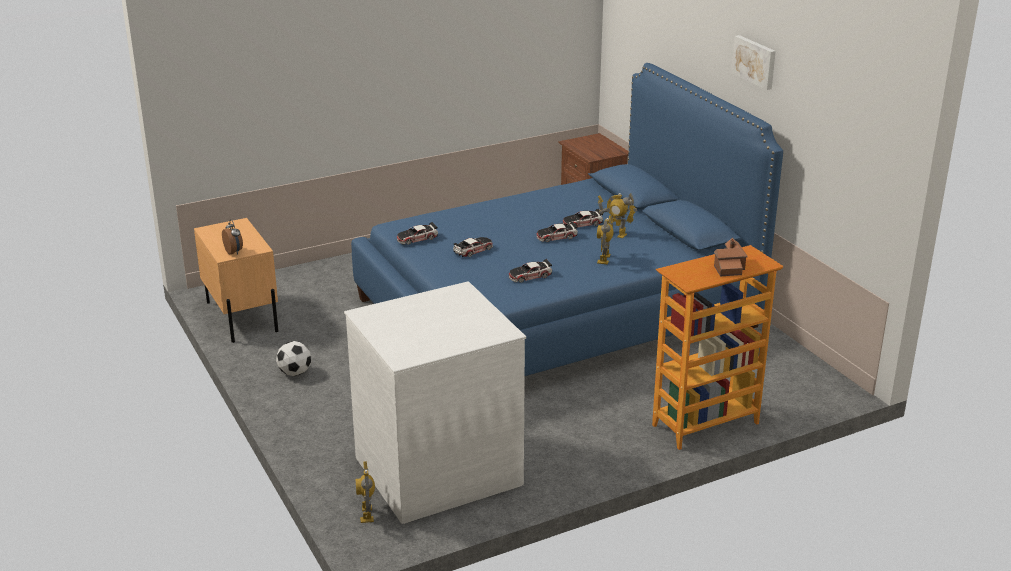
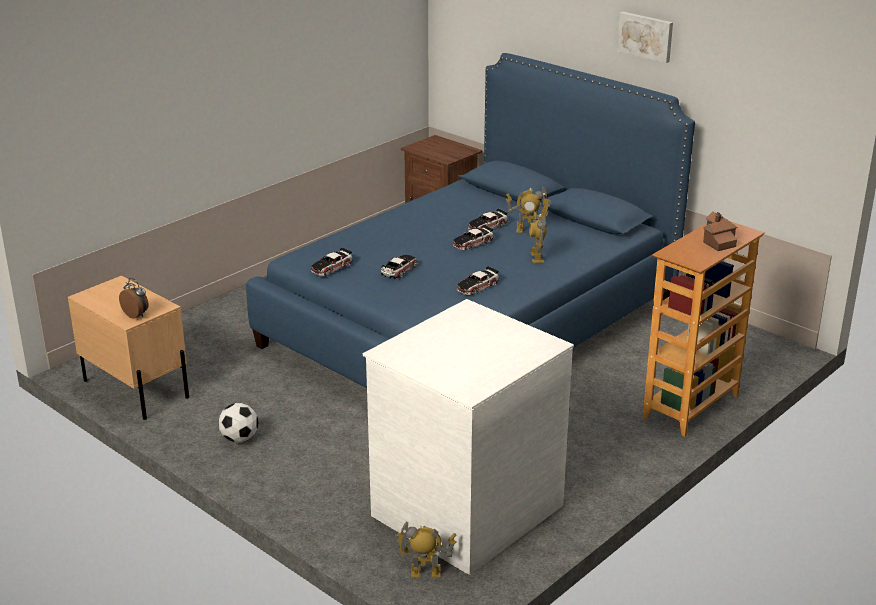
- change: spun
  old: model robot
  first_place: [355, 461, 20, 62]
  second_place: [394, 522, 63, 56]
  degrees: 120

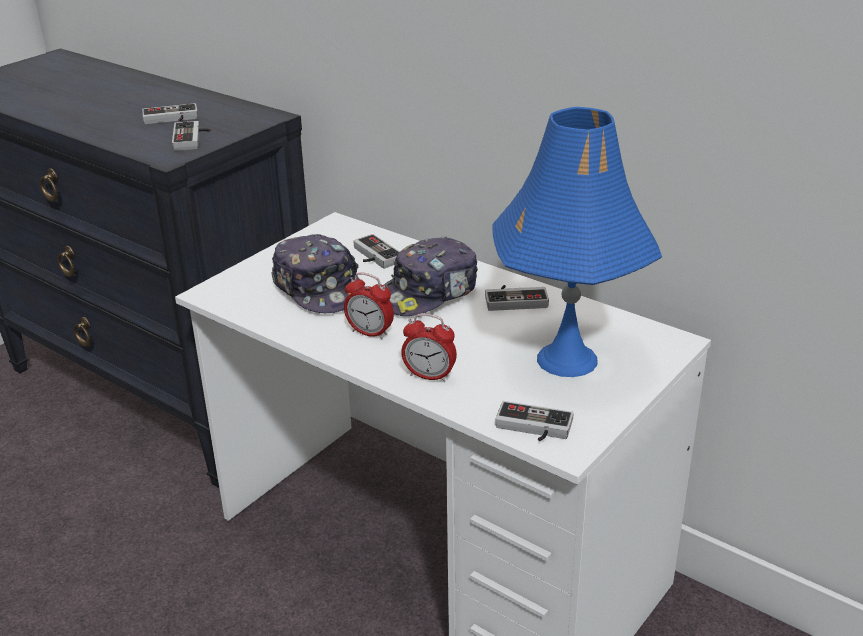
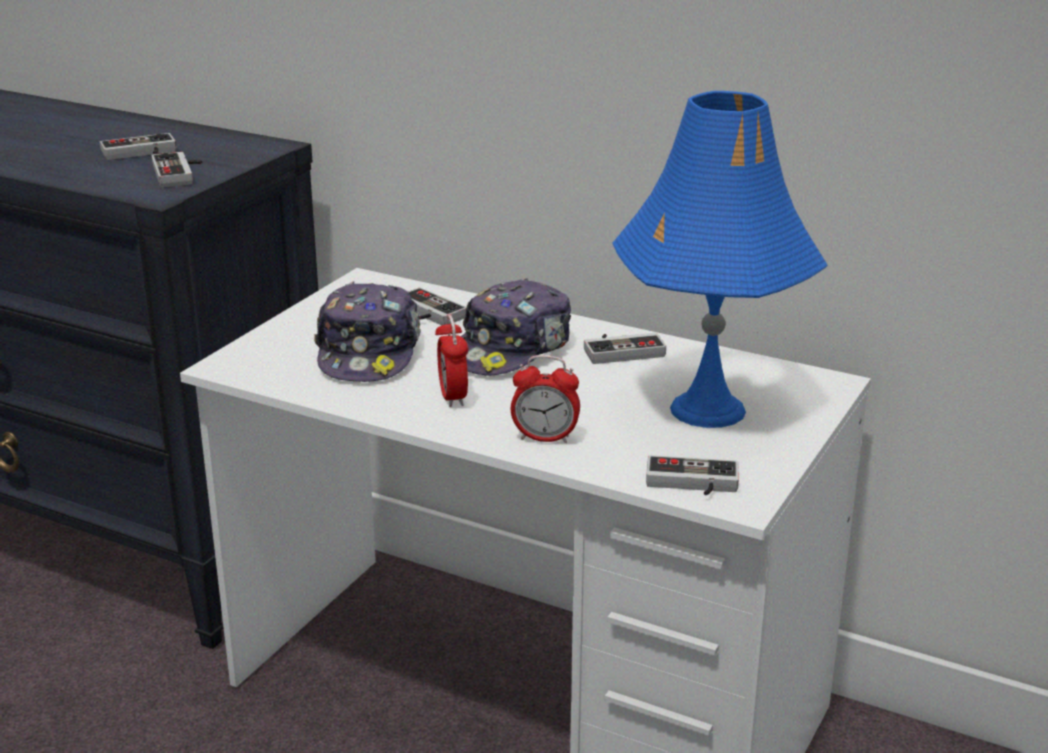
- change: spun
  old: cap
  first_place: [271, 234, 88, 79]
  second_place: [314, 281, 107, 101]
  degrees: 45
- change: spun
  old: bedside clock
  first_place: [344, 272, 50, 67]
  second_place: [435, 314, 34, 93]
  degrees: 60

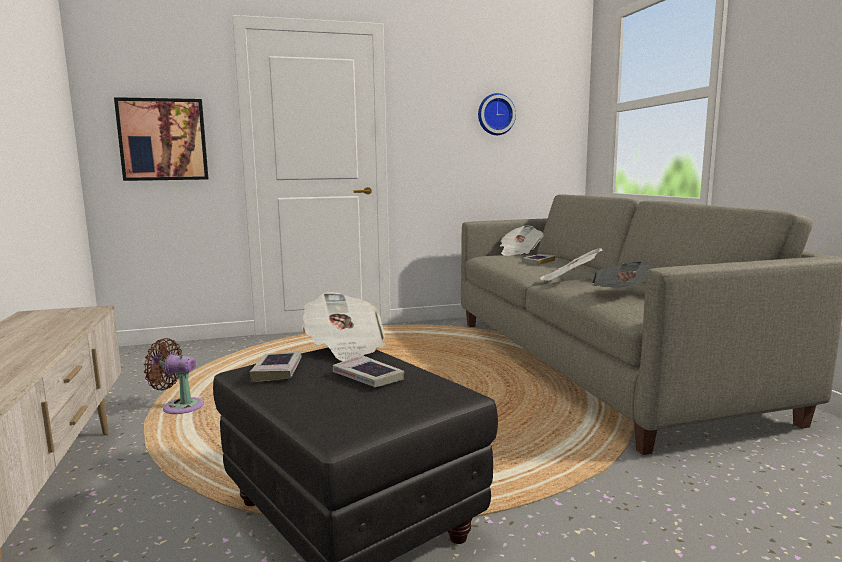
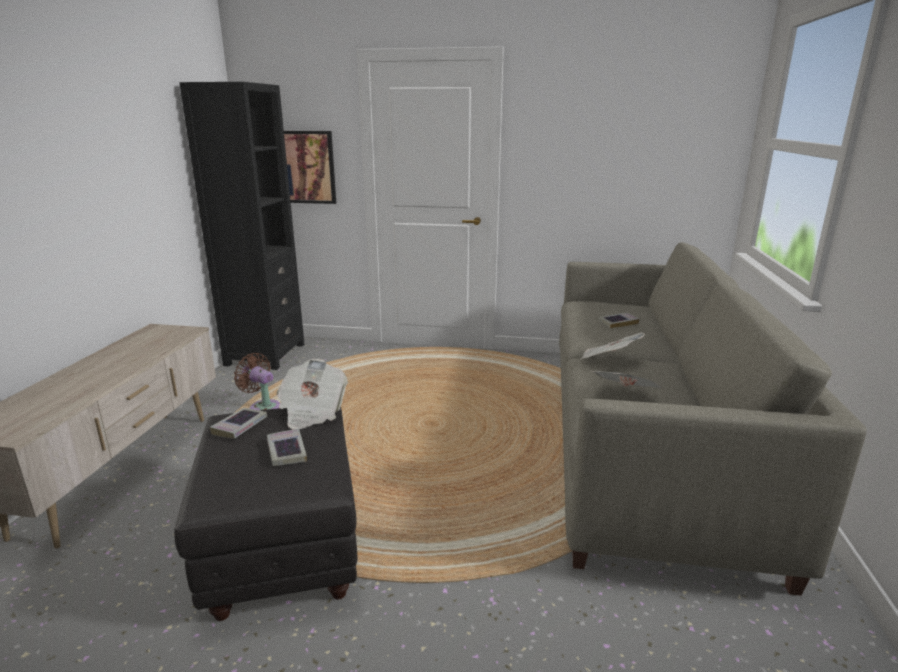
- change: missing
  old: hanging clock
  first_place: [478, 93, 38, 42]
- change: missing
  old: daily paper
  first_place: [500, 225, 44, 31]
- change: appeared
  new: black-coloured bookshelf
  second_place: [180, 82, 124, 288]

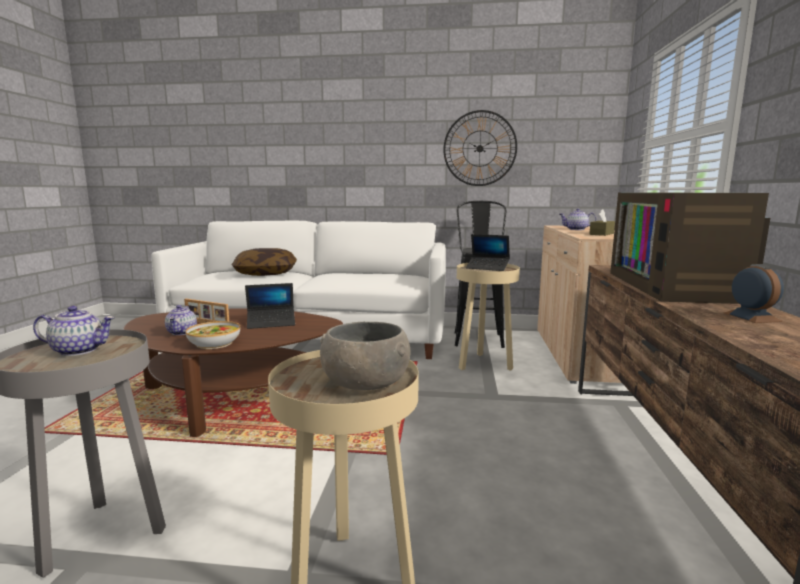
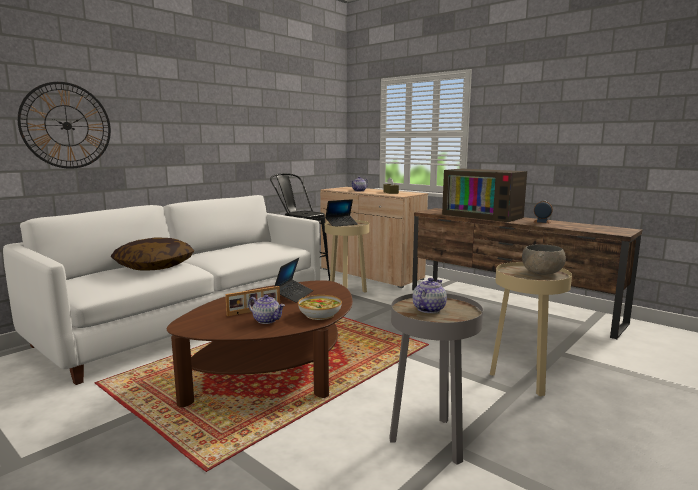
- change: relocated
  old: hanging clock
  first_place: [443, 110, 74, 76]
  second_place: [18, 82, 93, 87]

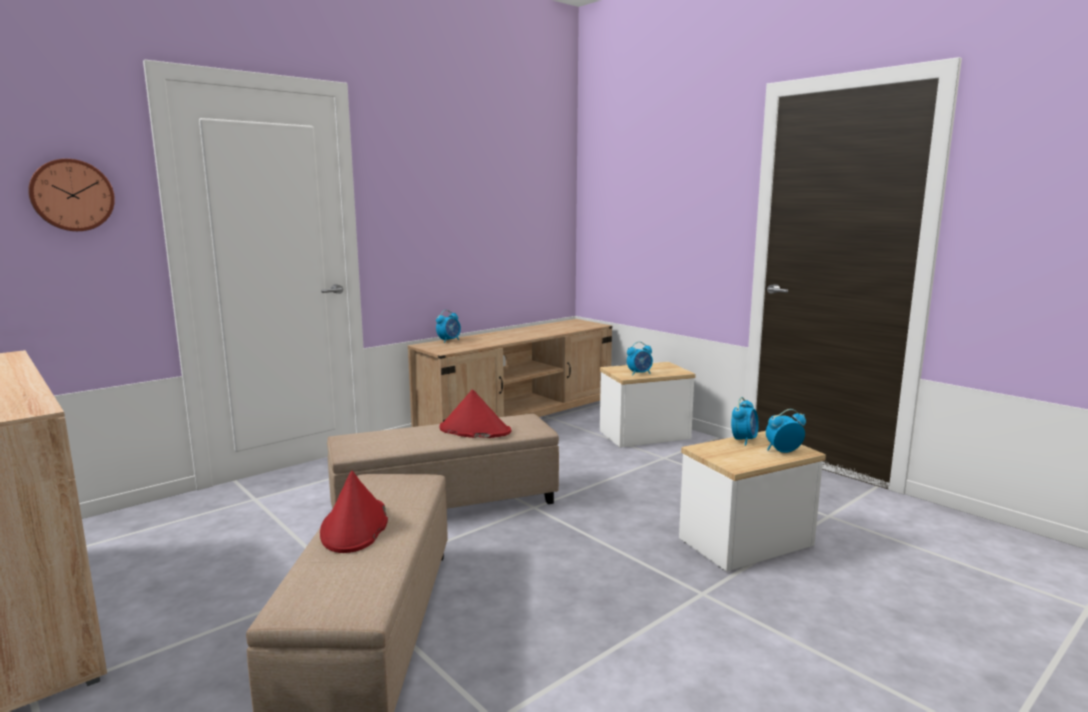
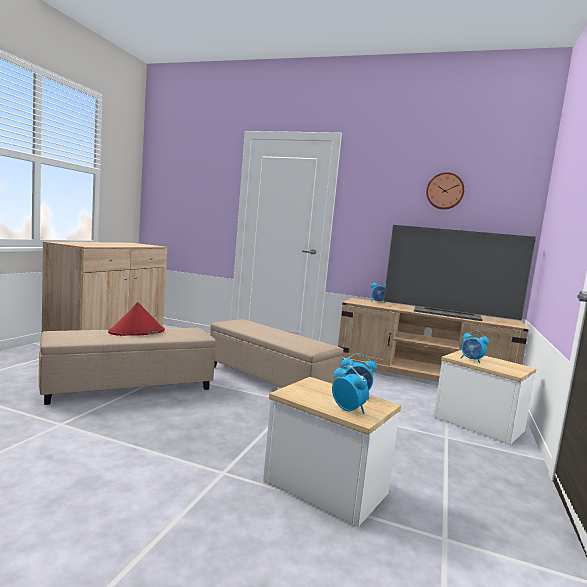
- change: relocated
  old: hanging clock
  first_place: [28, 159, 87, 72]
  second_place: [426, 172, 38, 37]
- change: missing
  old: reddish hat
  first_place: [440, 389, 71, 49]
- change: appeared
  new: TV
  second_place: [383, 225, 153, 96]

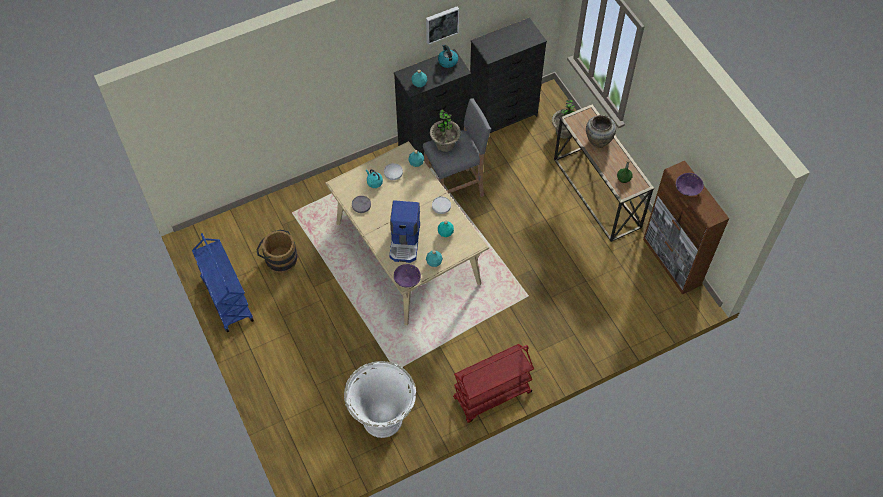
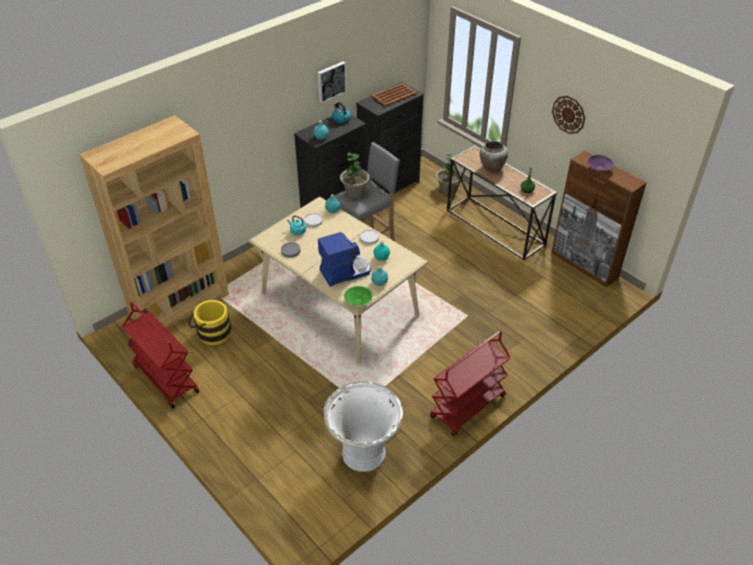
- change: spun
  old: coffee brewer
  first_place: [389, 200, 31, 63]
  second_place: [318, 232, 53, 55]
  degrees: -105
- change: colour
  old: brown water bucket
  new: yellow water bucket
  first_place: [257, 230, 41, 43]
  second_place: [188, 300, 43, 45]
- change: colour
  old: blue wheeled cart
  new: reddish wheeled cart
  first_place: [192, 233, 62, 99]
  second_place: [122, 302, 77, 106]
- change: colour
  old: purple-coloured deep dish
  new: green deep dish
  first_place: [394, 264, 27, 23]
  second_place: [344, 286, 29, 20]
- change: appeared
  new: brown serving tray
  second_place: [371, 83, 46, 24]
- change: appeared
  new: hanging clock
  second_place: [552, 96, 33, 38]
- change: appeared
  new: brown bookshelf
  second_place: [79, 115, 150, 214]

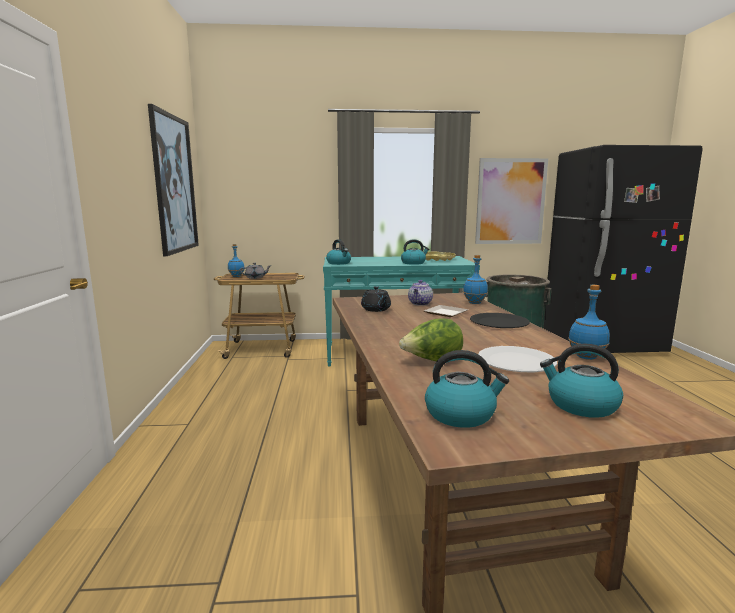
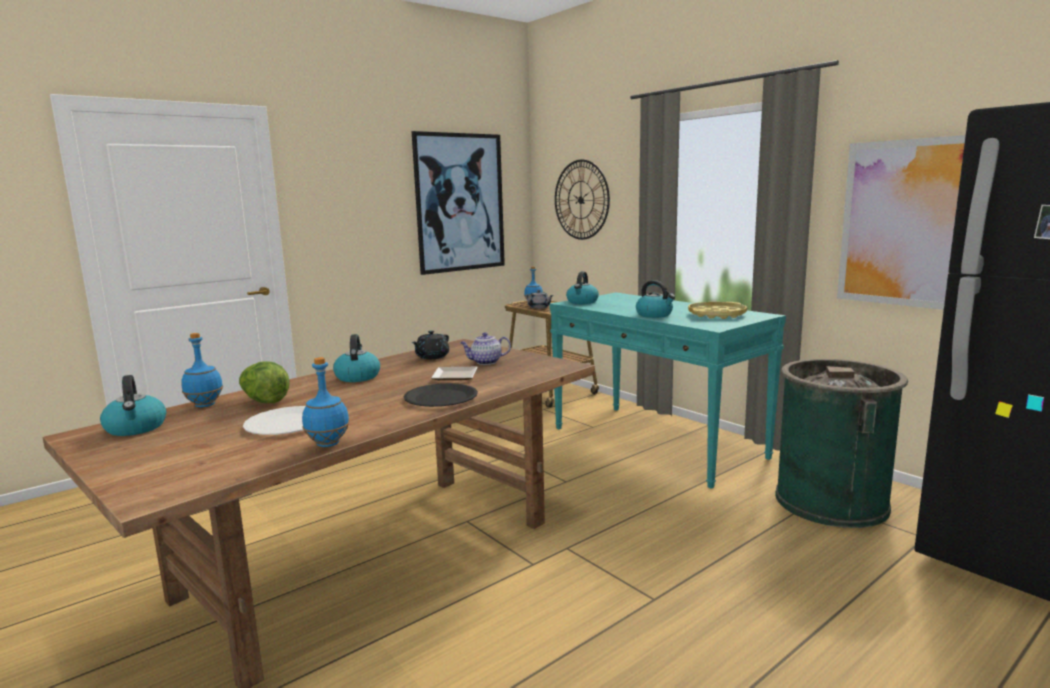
- change: relocated
  old: blue beverage bottle
  first_place: [463, 255, 25, 49]
  second_place: [181, 333, 42, 74]
- change: relocated
  old: tea kettle
  first_place: [540, 343, 83, 75]
  second_place: [333, 334, 47, 48]
- change: appeared
  new: hanging clock
  second_place: [555, 160, 55, 80]

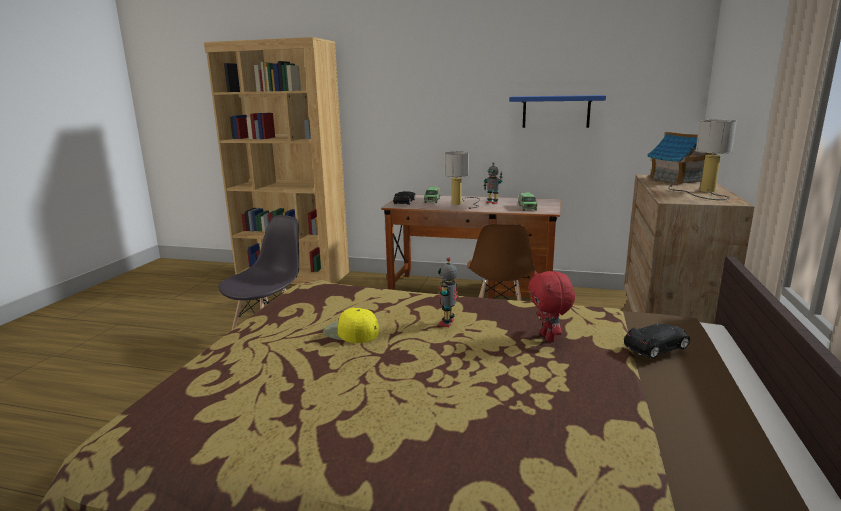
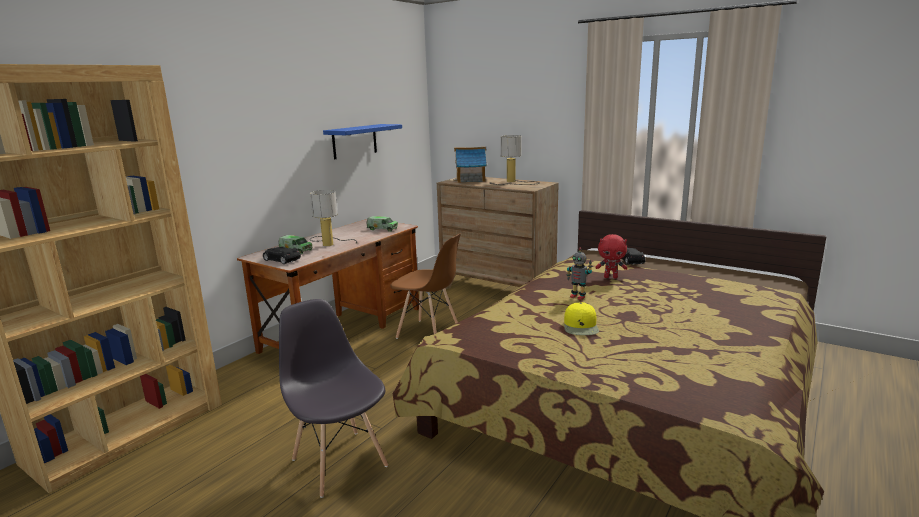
- change: missing
  old: model robot
  first_place: [483, 162, 20, 42]
- change: spun
  old: yellow cap
  first_place: [323, 308, 56, 35]
  second_place: [564, 302, 35, 33]
  degrees: -45

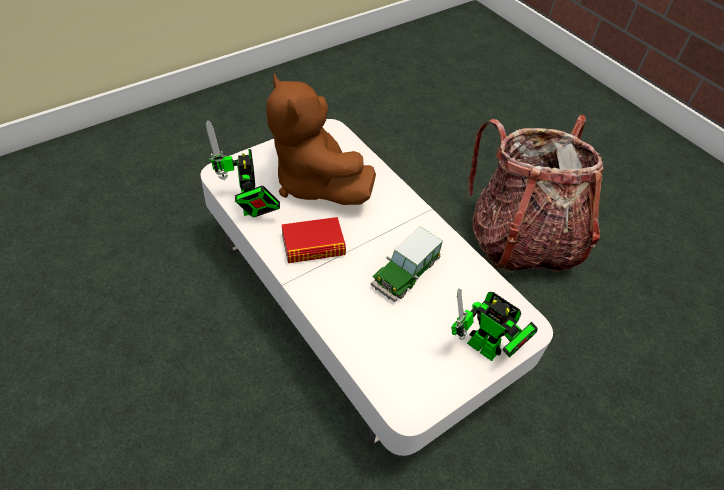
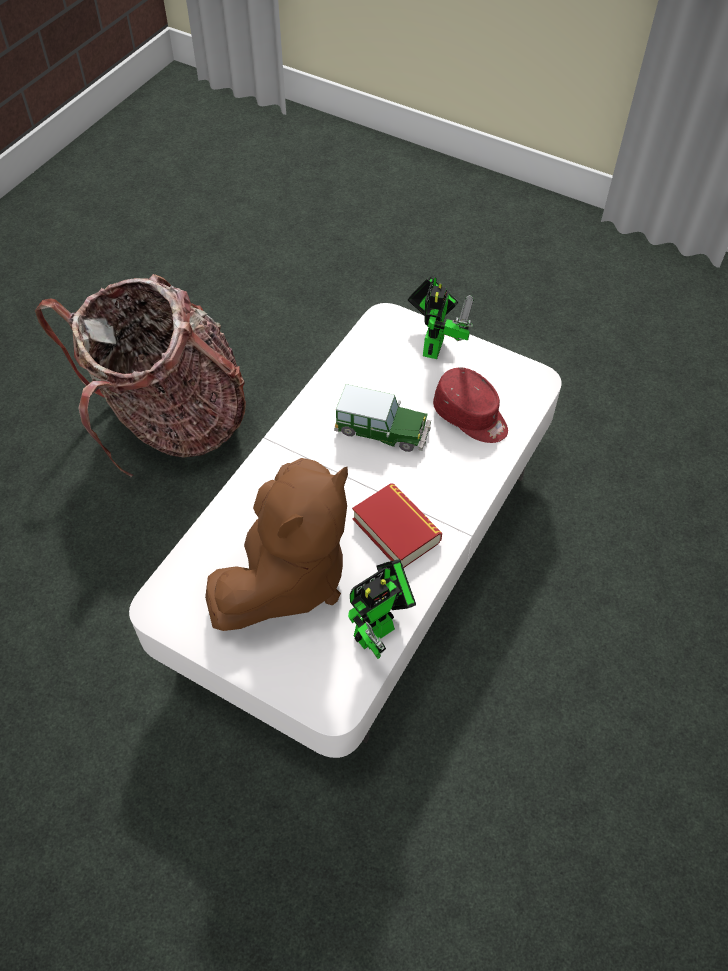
- change: appeared
  new: reddish cap
  second_place: [433, 368, 75, 75]

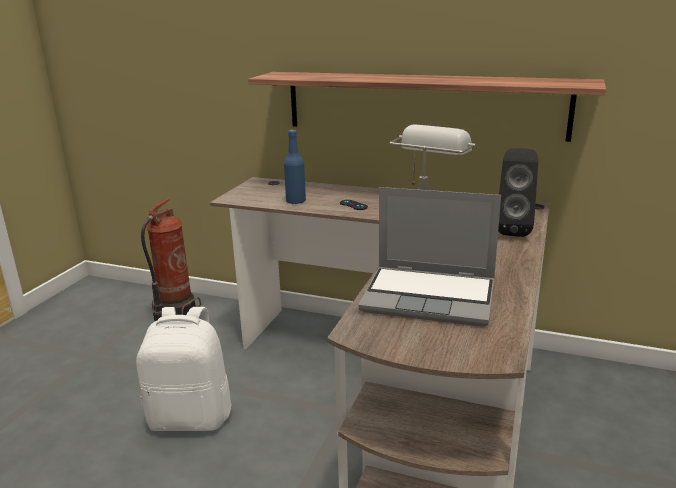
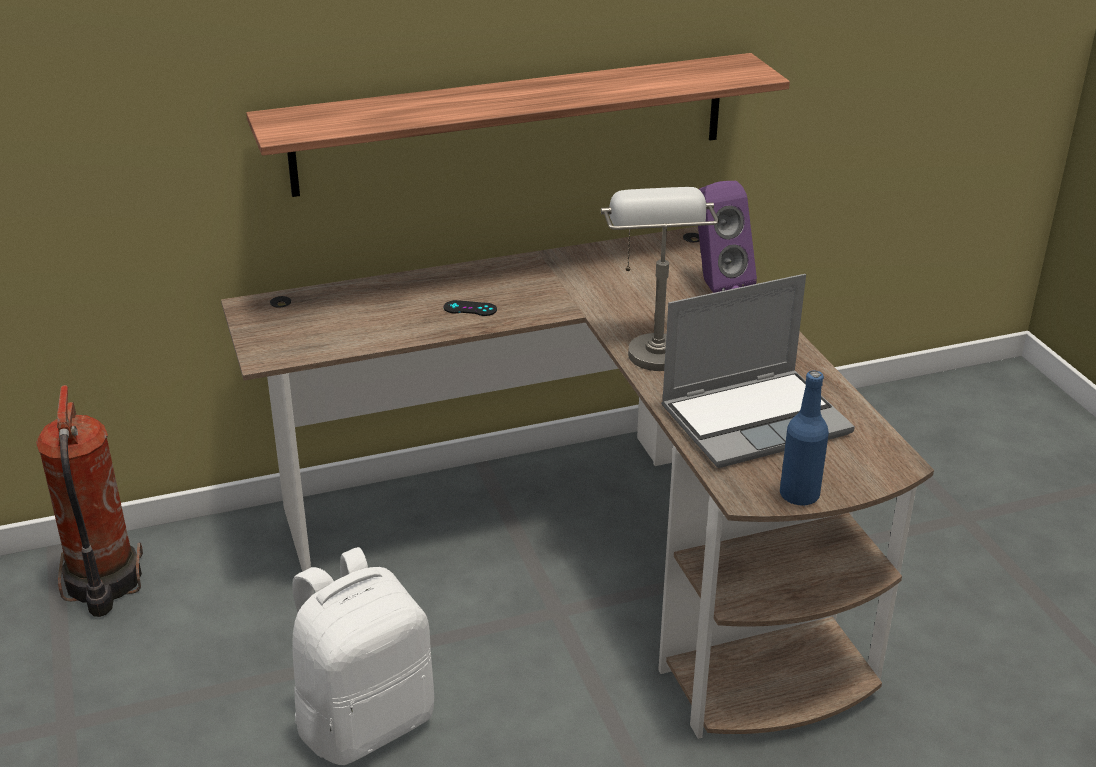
- change: relocated
  old: blue beverage bottle
  first_place: [284, 130, 22, 74]
  second_place: [780, 371, 49, 135]
- change: colour
  old: black-coloured audio speaker
  new: purple-coloured audio speaker
  first_place: [498, 148, 40, 89]
  second_place: [698, 181, 59, 112]

